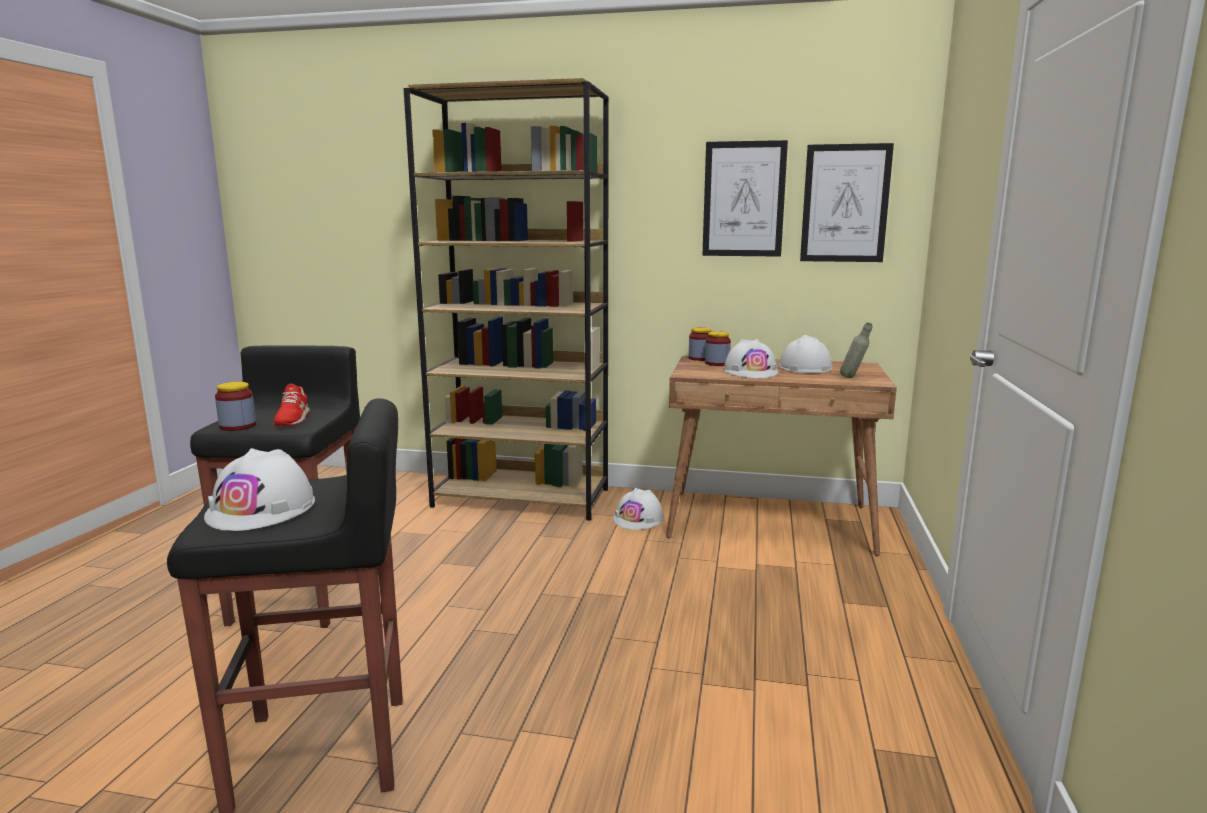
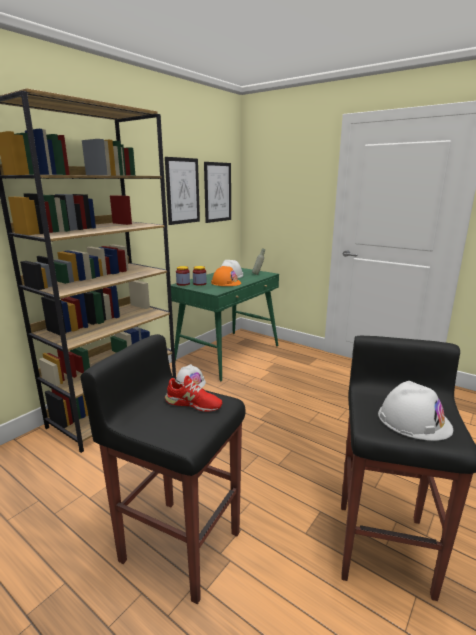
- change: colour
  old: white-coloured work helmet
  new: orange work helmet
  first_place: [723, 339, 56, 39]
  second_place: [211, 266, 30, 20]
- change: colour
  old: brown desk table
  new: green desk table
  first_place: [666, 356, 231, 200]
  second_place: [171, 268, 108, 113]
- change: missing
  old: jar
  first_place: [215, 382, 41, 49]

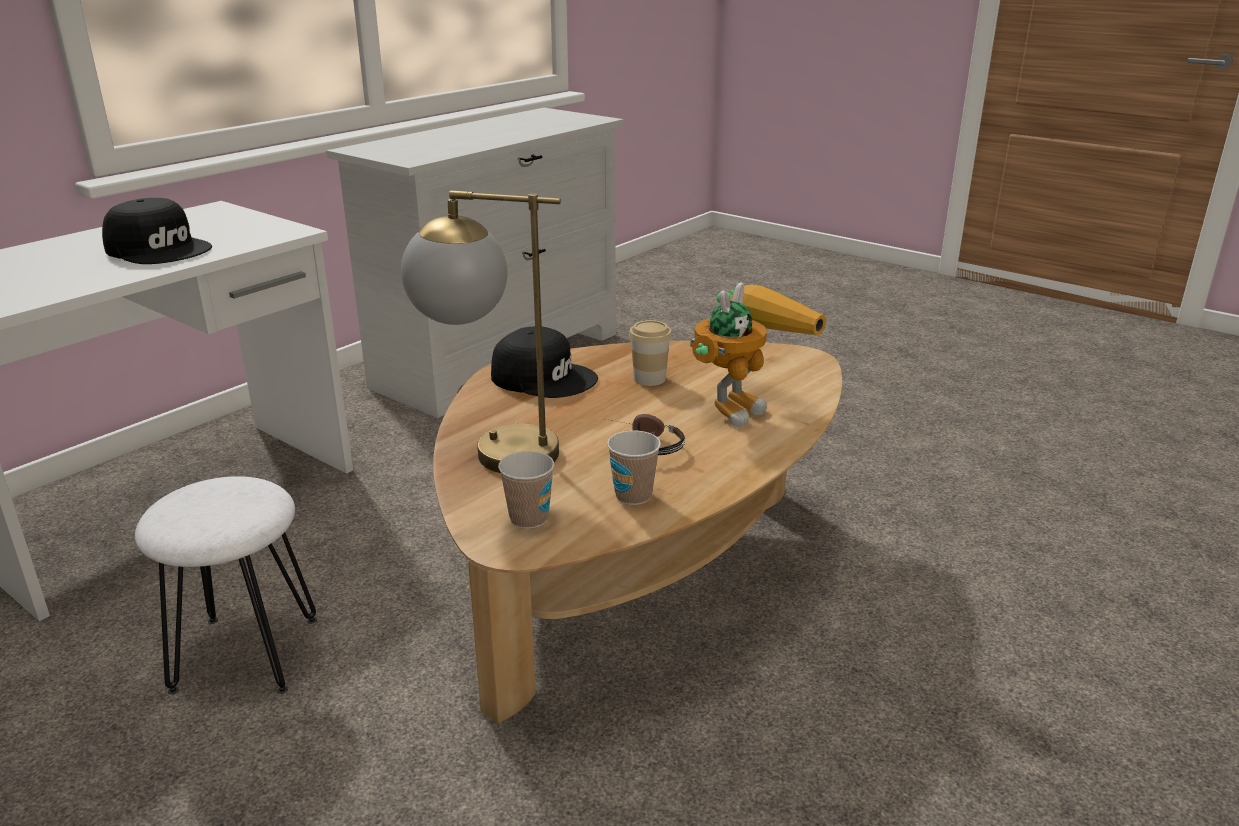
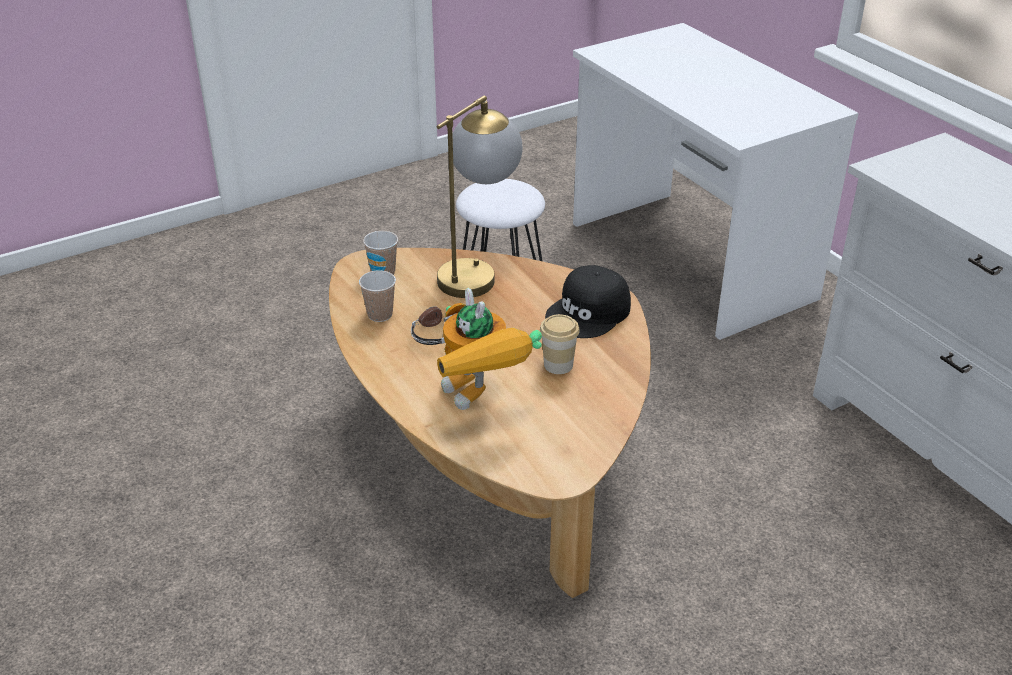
- change: missing
  old: black-coloured cap
  first_place: [102, 198, 110, 66]

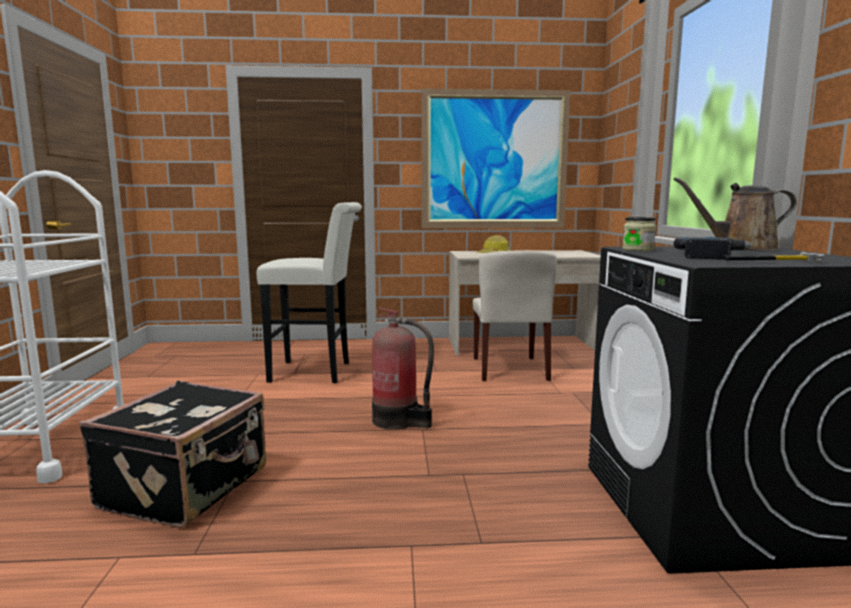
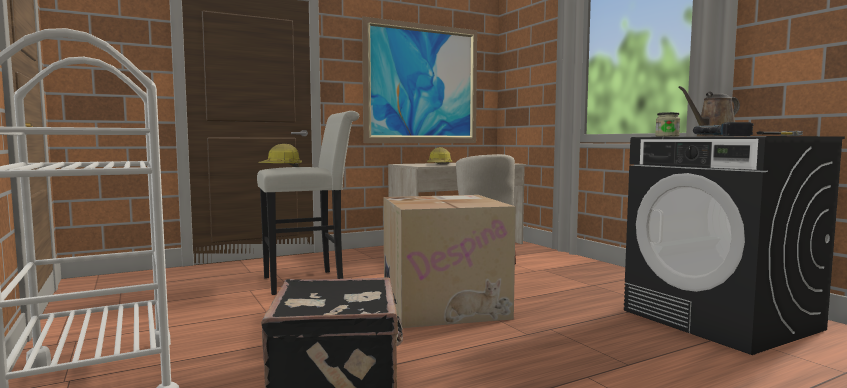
- change: exchanged
  old: fire-fighting cylinder
  new: packing box
  first_place: [372, 307, 62, 123]
  second_place: [383, 195, 133, 133]
- change: appeared
  new: work helmet
  second_place: [258, 144, 44, 23]

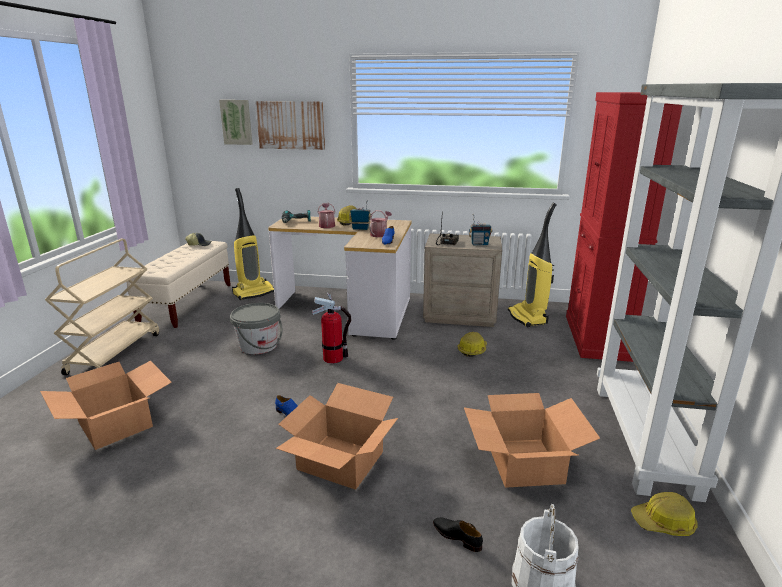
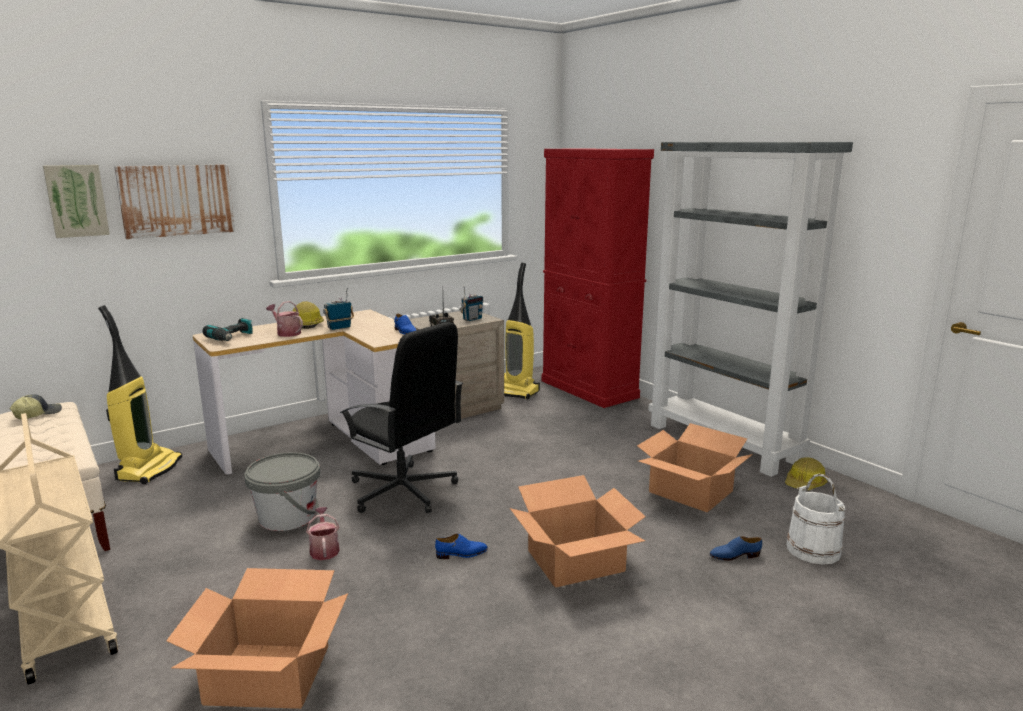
- change: relocated
  old: watering can
  first_place: [370, 210, 22, 27]
  second_place: [306, 507, 34, 53]
- change: exchanged
  old: fire-fighting cylinder
  new: black-coloured computer chair
  first_place: [312, 293, 39, 71]
  second_place: [340, 322, 123, 191]
- change: missing
  old: work helmet
  first_place: [458, 332, 29, 25]
- change: colour
  old: black-coloured low shoe
  new: blue low shoe
  first_place: [433, 518, 50, 34]
  second_place: [710, 536, 52, 25]

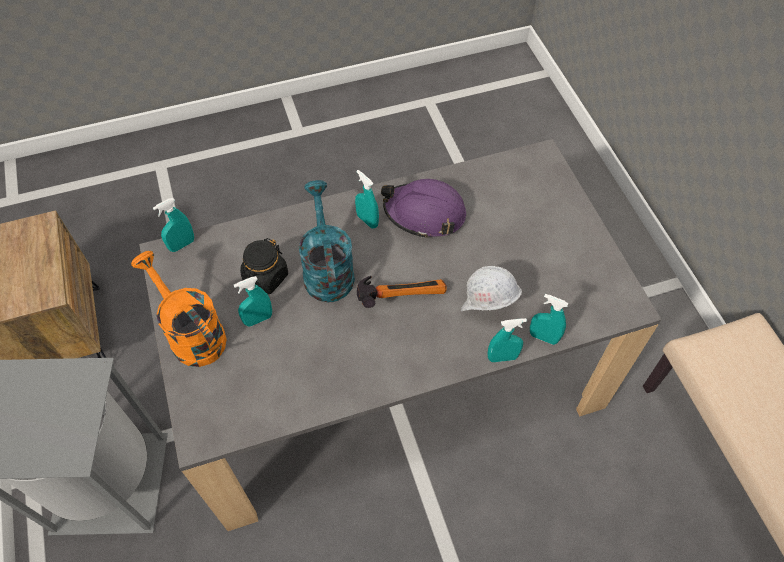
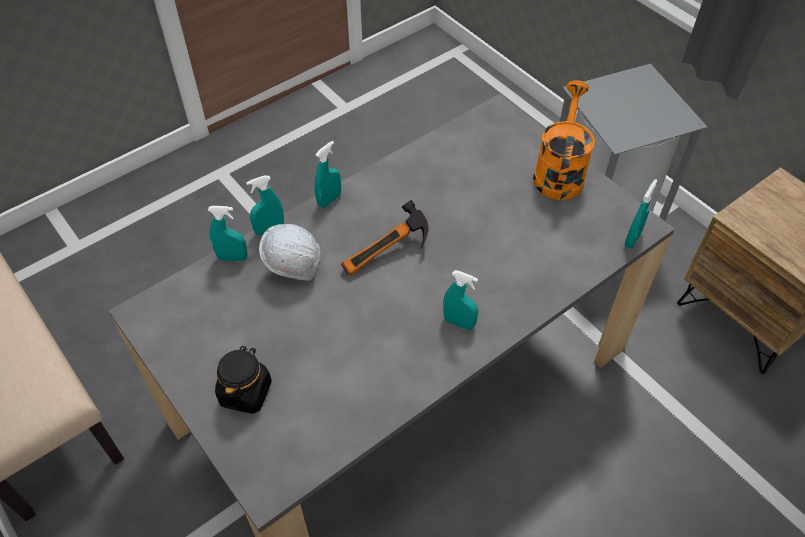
- change: missing
  old: purple-coloured work helmet
  first_place: [381, 179, 85, 59]
- change: missing
  old: turquoise watering can
  first_place: [299, 180, 56, 122]
- change: relocated
  old: black-coloured jar
  first_place: [240, 238, 48, 56]
  second_place: [215, 346, 57, 68]
- change: spun
  old: orange watering can
  first_place: [131, 251, 96, 116]
  second_place: [533, 80, 62, 120]
  degrees: -105
- change: relocated
  old: turquoise spray bottle
  first_place: [234, 276, 38, 51]
  second_place: [314, 141, 27, 67]

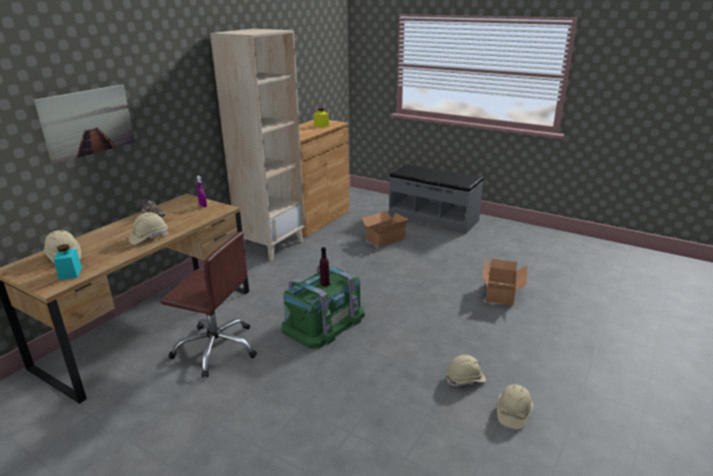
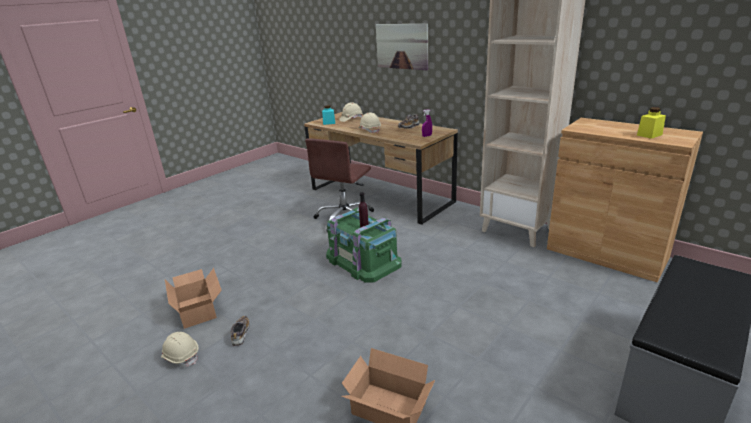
- change: relocated
  old: packing box
  first_place: [361, 211, 48, 36]
  second_place: [165, 268, 57, 61]
- change: exchanged
  old: sand-coloured work helmet
  new: low shoe
  first_place: [446, 355, 40, 31]
  second_place: [231, 316, 19, 30]

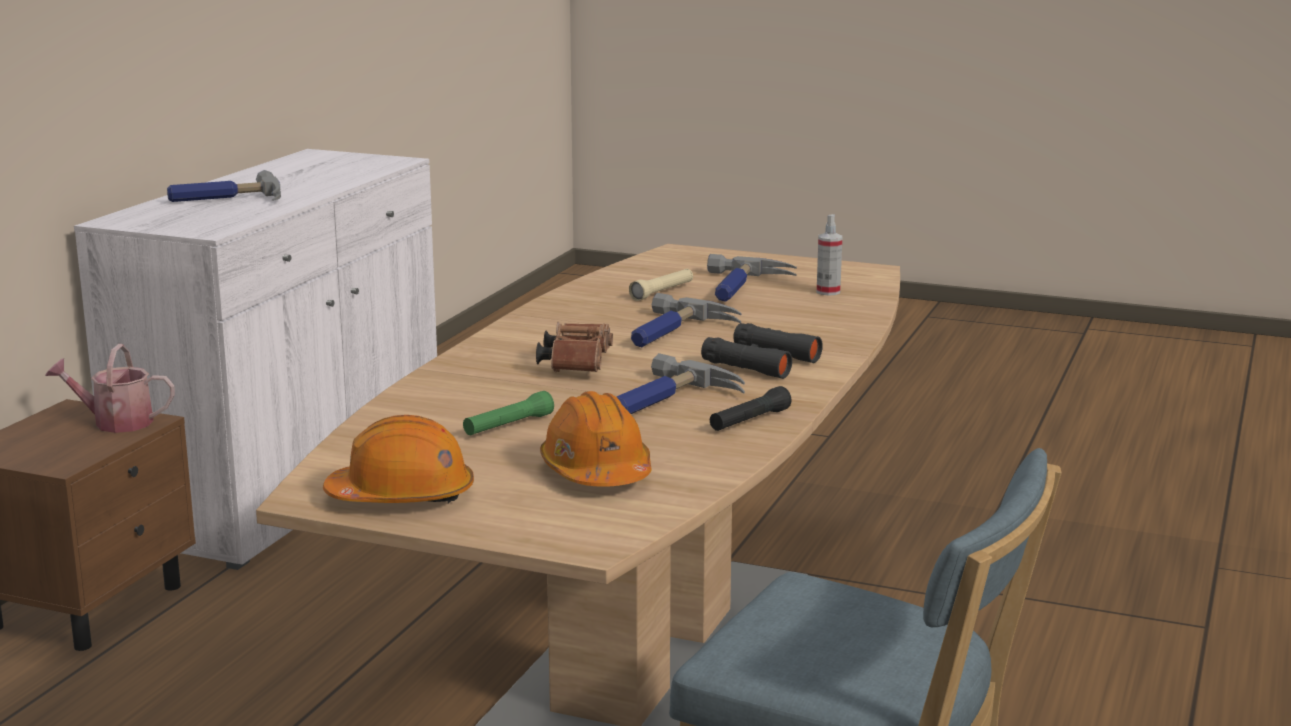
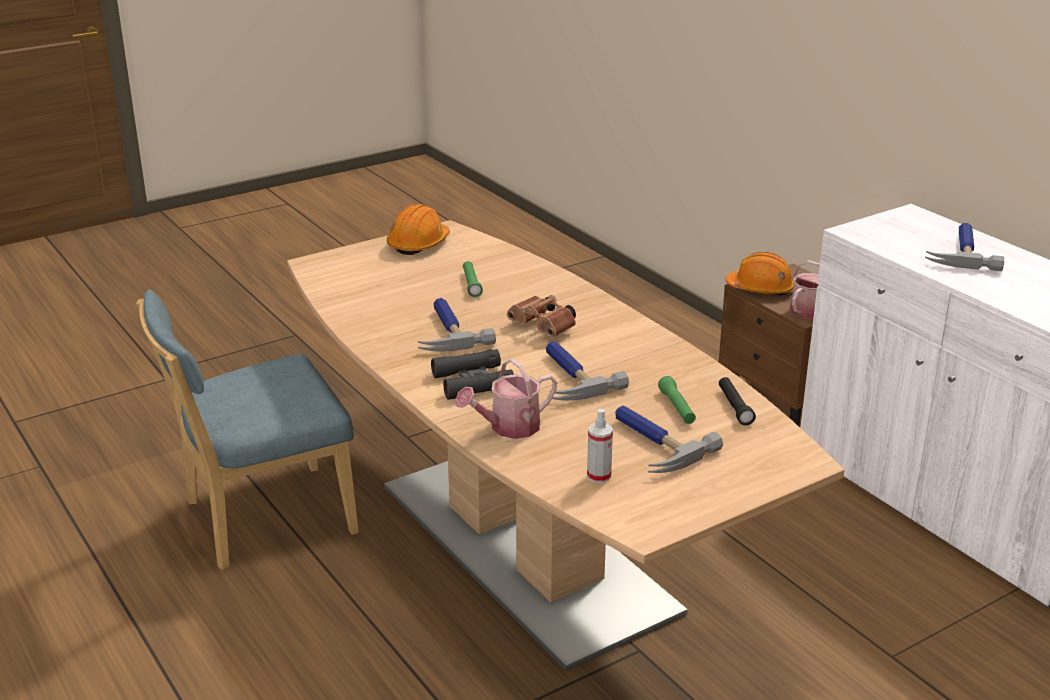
- change: colour
  old: sand-coloured torch
  new: green torch
  first_place: [629, 269, 64, 32]
  second_place: [658, 376, 38, 48]
- change: relocated
  old: black-coloured torch
  first_place: [710, 386, 82, 45]
  second_place: [719, 377, 37, 48]
- change: relocated
  old: orange work helmet
  first_place: [540, 391, 112, 96]
  second_place: [725, 252, 69, 44]
- change: appeared
  new: watering can
  second_place: [455, 358, 102, 81]

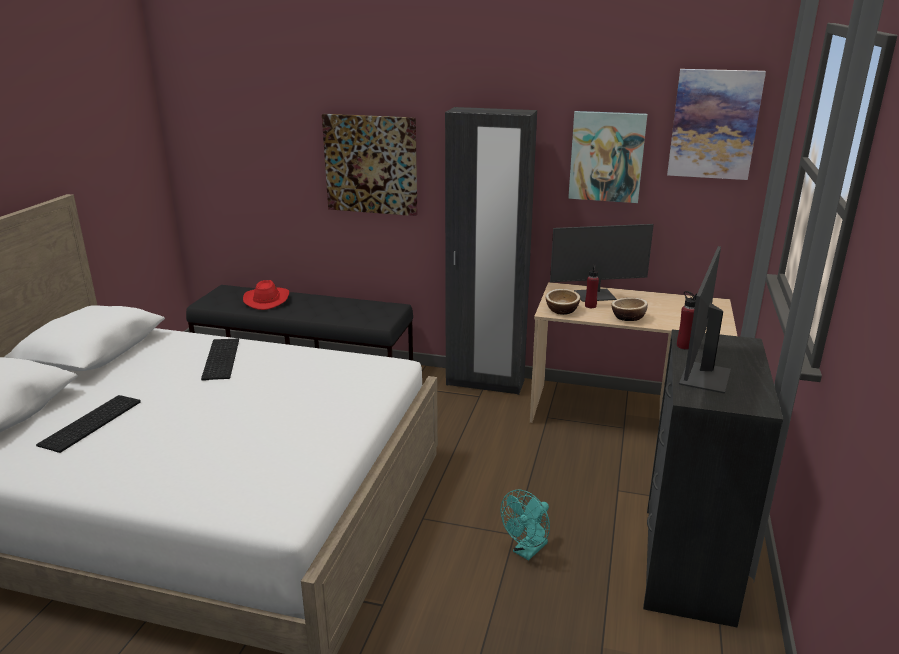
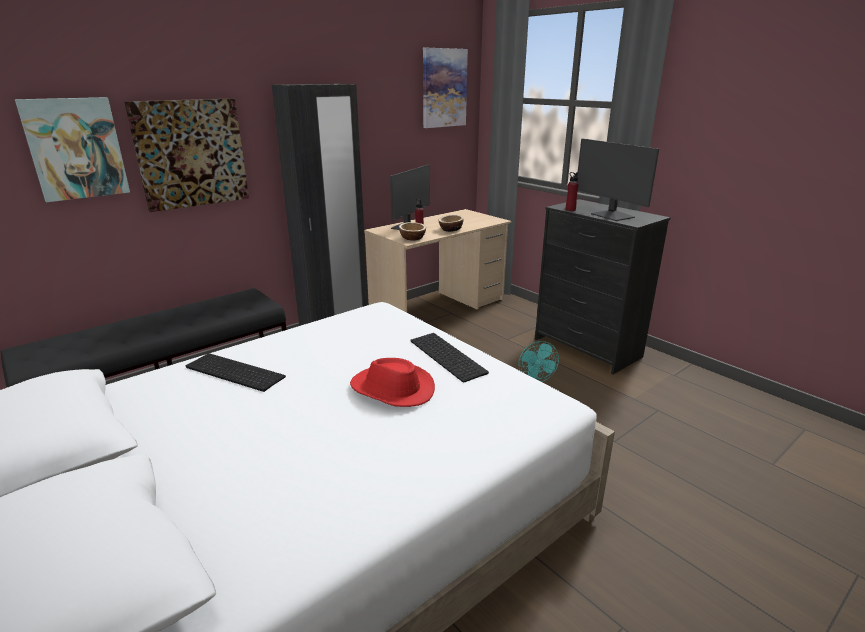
- change: relocated
  old: wall picture
  first_place: [568, 111, 79, 92]
  second_place: [15, 97, 115, 105]
- change: relocated
  old: reddish hat
  first_place: [243, 280, 46, 30]
  second_place: [350, 358, 85, 49]
- change: relocated
  old: keyboard
  first_place: [36, 395, 105, 58]
  second_place: [410, 333, 79, 50]

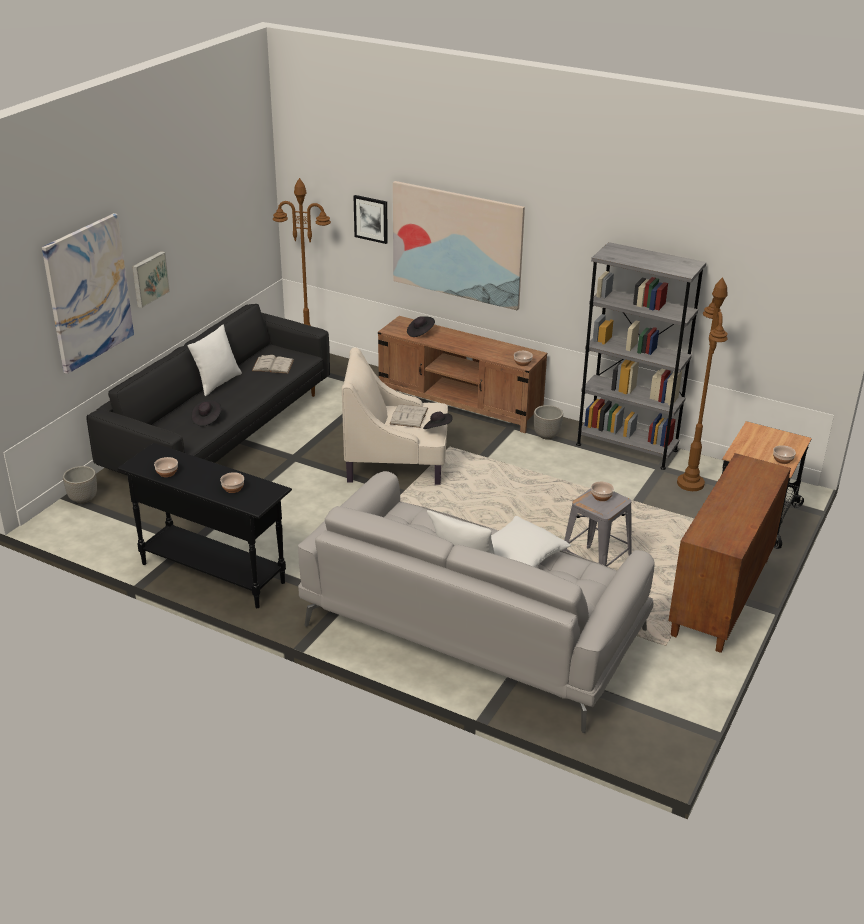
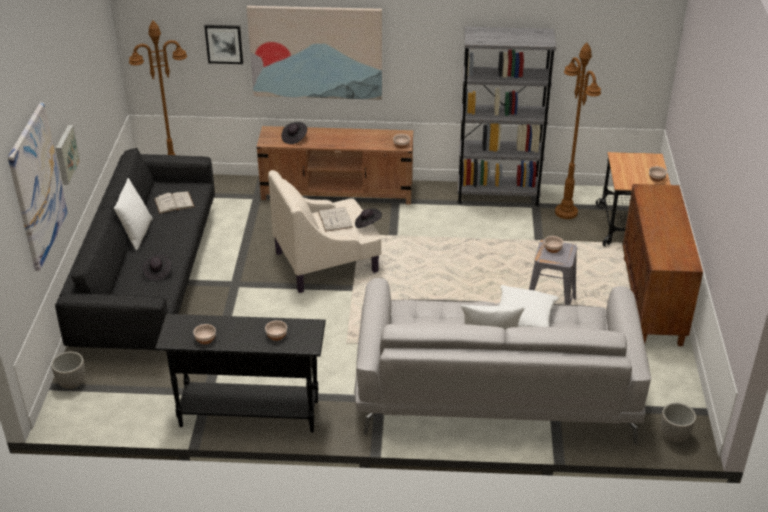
- change: relocated
  old: planter
  first_place: [534, 405, 29, 34]
  second_place: [661, 403, 35, 39]

